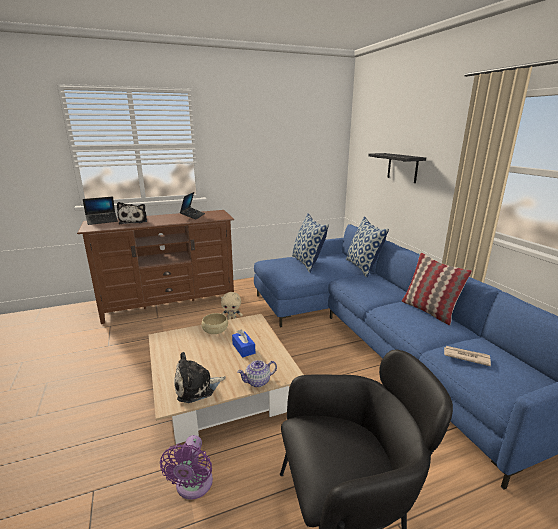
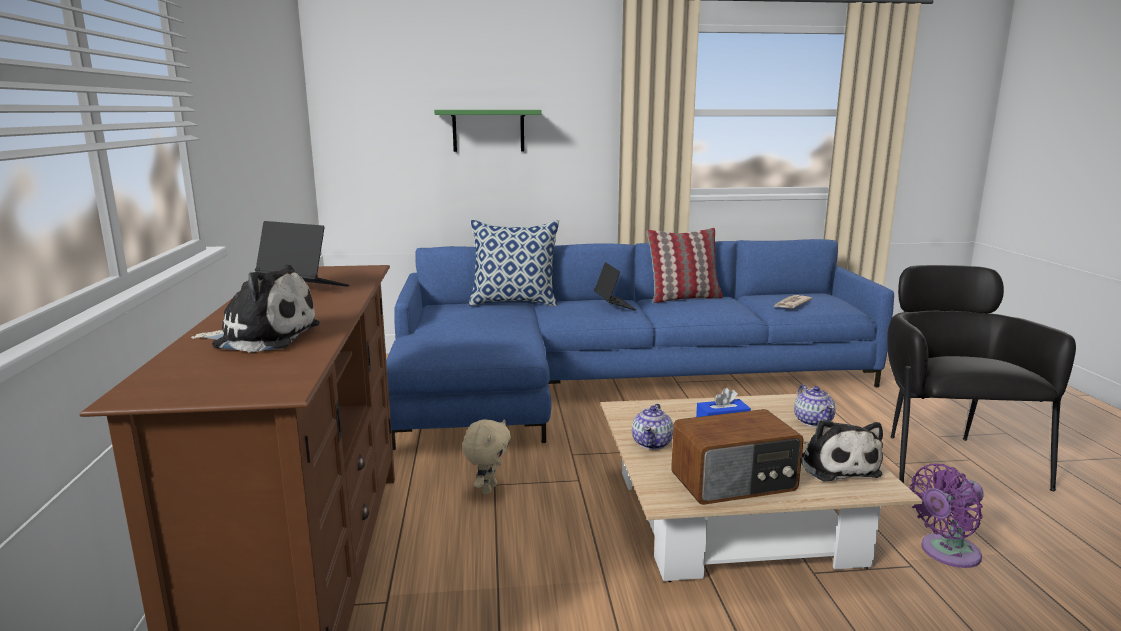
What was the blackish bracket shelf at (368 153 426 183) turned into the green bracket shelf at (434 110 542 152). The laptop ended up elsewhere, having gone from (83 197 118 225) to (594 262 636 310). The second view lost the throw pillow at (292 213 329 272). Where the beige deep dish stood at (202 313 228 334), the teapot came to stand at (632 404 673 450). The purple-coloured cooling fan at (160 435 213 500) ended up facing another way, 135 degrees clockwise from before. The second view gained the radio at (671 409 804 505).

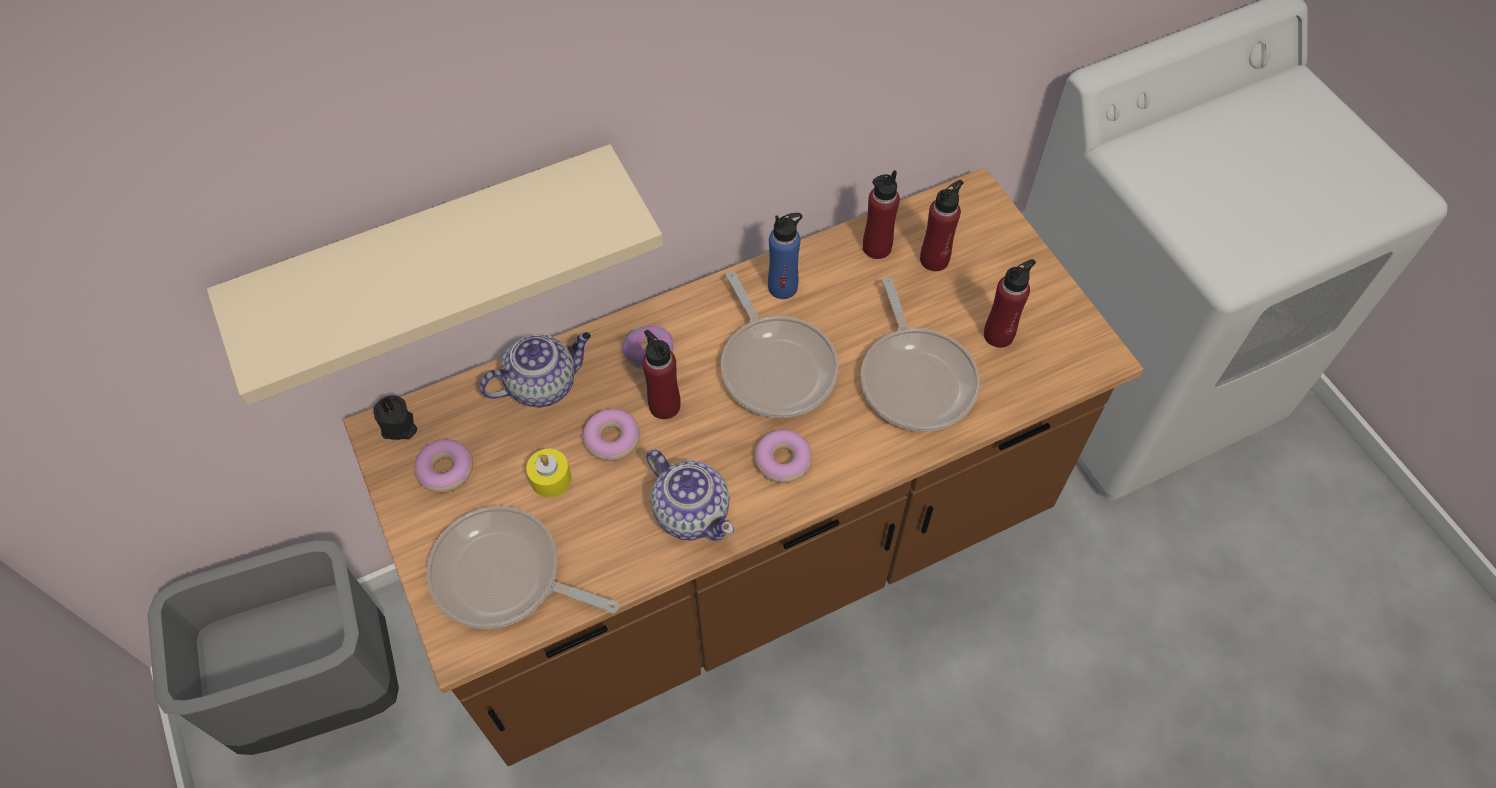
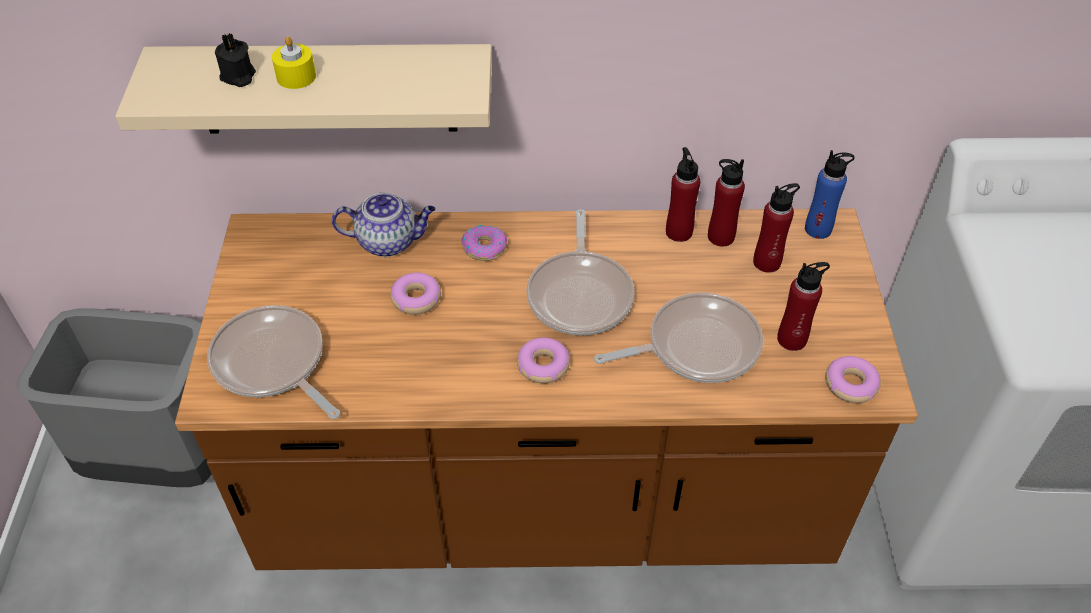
The blue drink bottle ended up elsewhere, having gone from (768 213 803 299) to (805 150 855 239). The frying pan at (861 277 980 432) ended up facing another way, 120 degrees counterclockwise from before. The red drink bottle ended up elsewhere, having gone from (642 330 681 419) to (666 147 700 242). The blackish candle ended up elsewhere, having gone from (373 395 417 440) to (215 33 256 87). The doughnut ended up elsewhere, having gone from (414 439 473 493) to (825 356 881 403). The yellow-coloured candle ended up elsewhere, having gone from (526 449 571 498) to (272 37 316 89). The second view lost the teapot at (646 449 734 541).

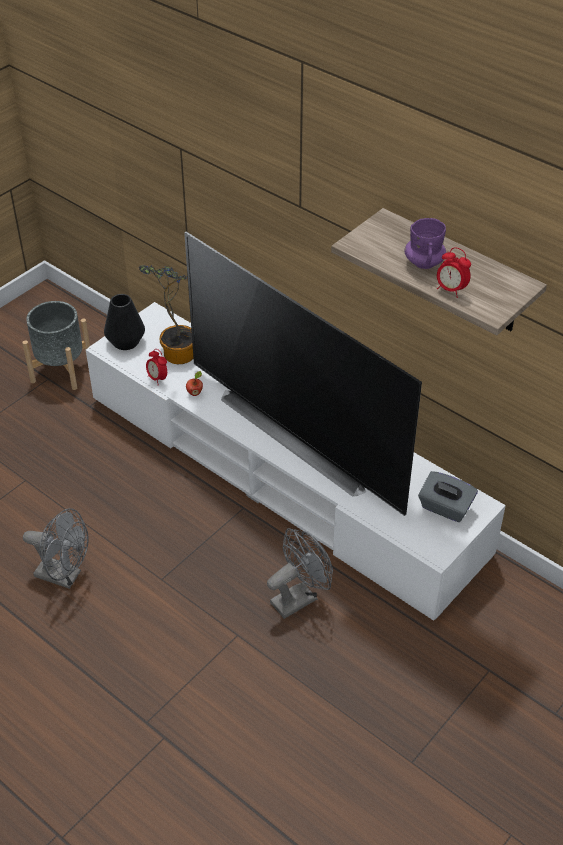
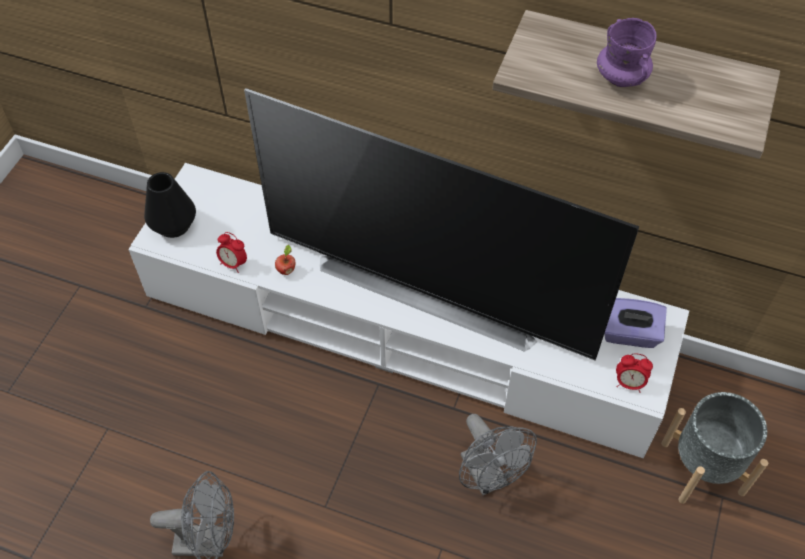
The bedside clock ended up elsewhere, having gone from (437 247 471 298) to (616 353 653 393). The second view lost the plant in a pot at (139 265 194 364). The greyish plant pot ended up elsewhere, having gone from (22 301 90 390) to (661 392 768 504). What was the greyish box of tissues at (418 471 478 522) turned into the purple-coloured box of tissues at (604 298 667 348). The greyish cooling fan at (267 528 333 619) ended up facing another way, 120 degrees clockwise from before.

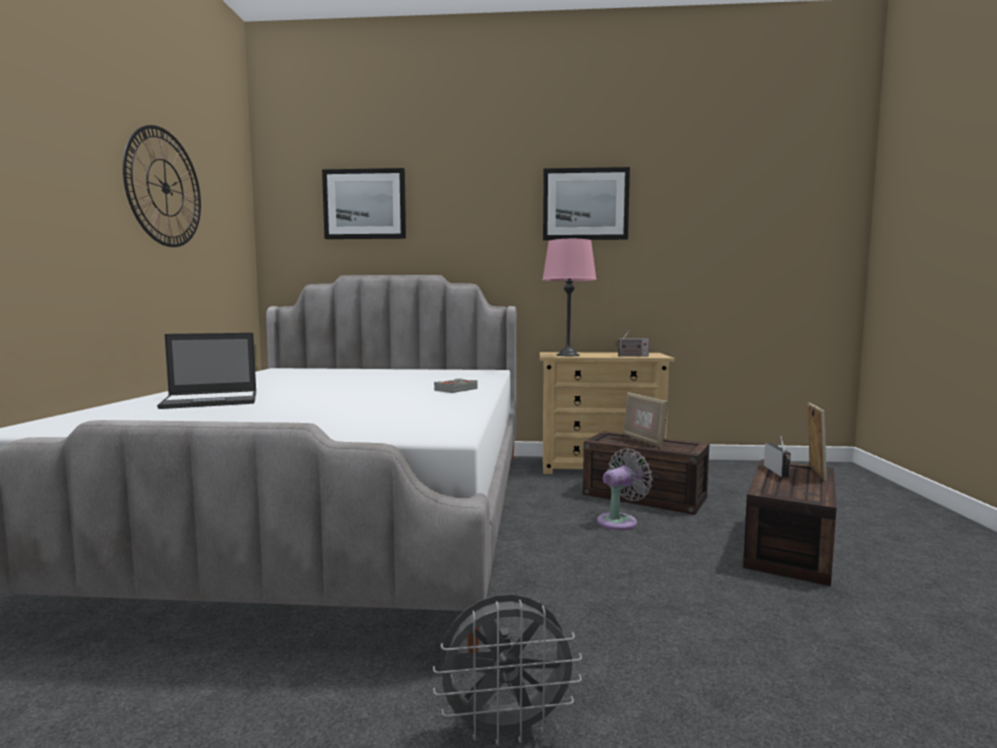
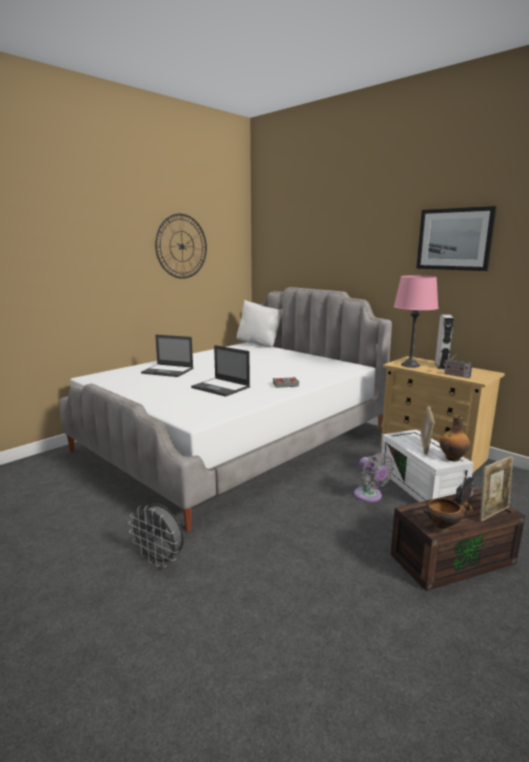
The second view lost the wall art at (322 168 406 239). What was the brownish storage bin at (583 431 709 515) turned into the whitish storage bin at (380 429 474 502). The greyish cooling fan at (597 448 653 530) ended up facing another way, 60 degrees clockwise from before. The second view gained the whitish throw pillow at (237 300 282 347). The second view gained the greyish speaker at (435 314 454 369). The second view gained the laptop at (191 345 250 397). The second view gained the drink bottle at (440 415 470 462). The second view gained the deep dish at (423 498 473 532).

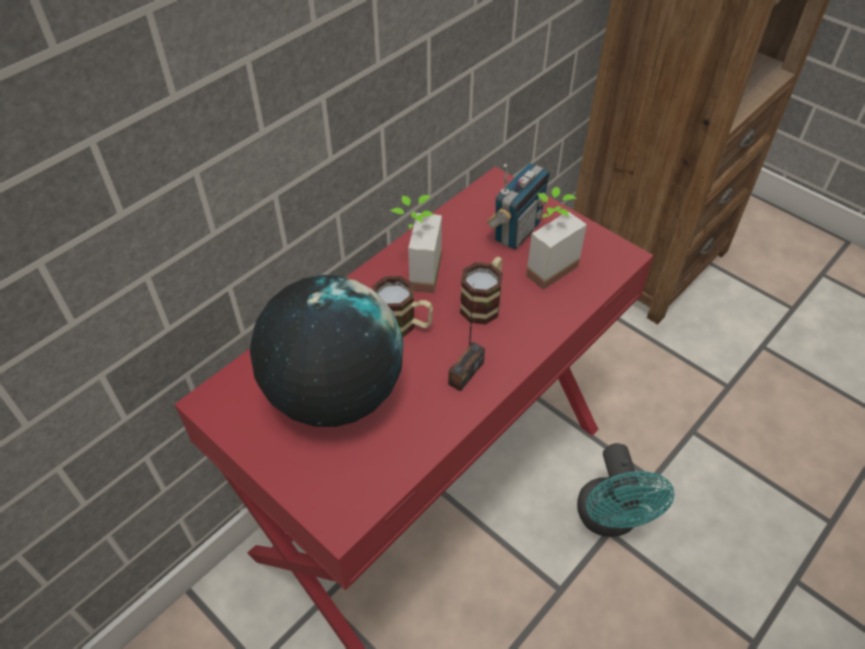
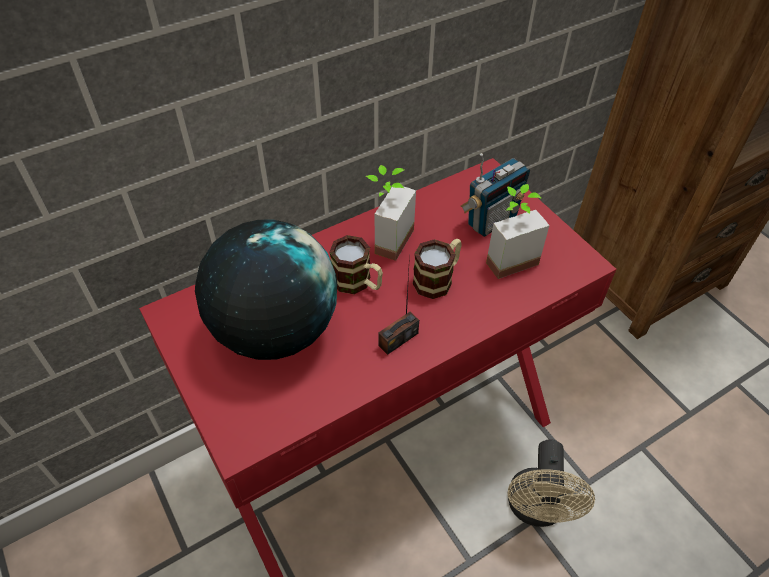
What was the turquoise cooling fan at (577 443 674 537) turned into the beige cooling fan at (508 439 595 527).

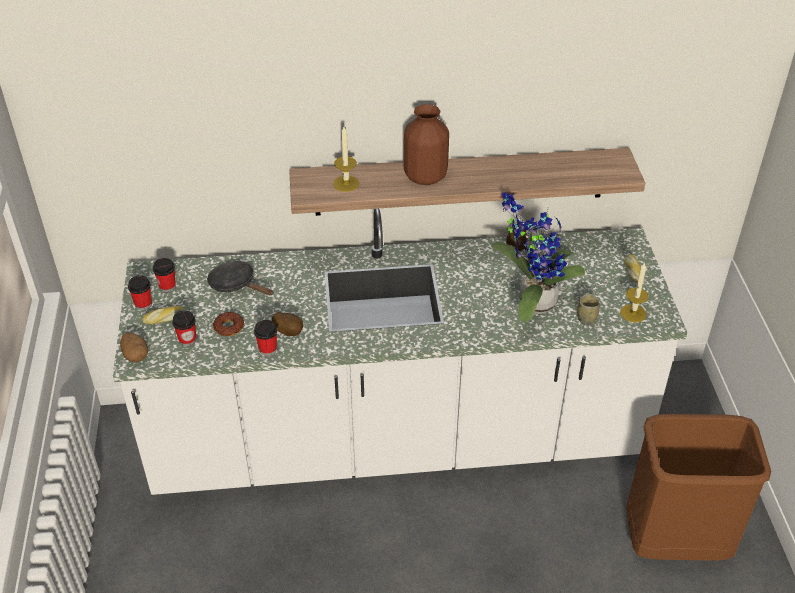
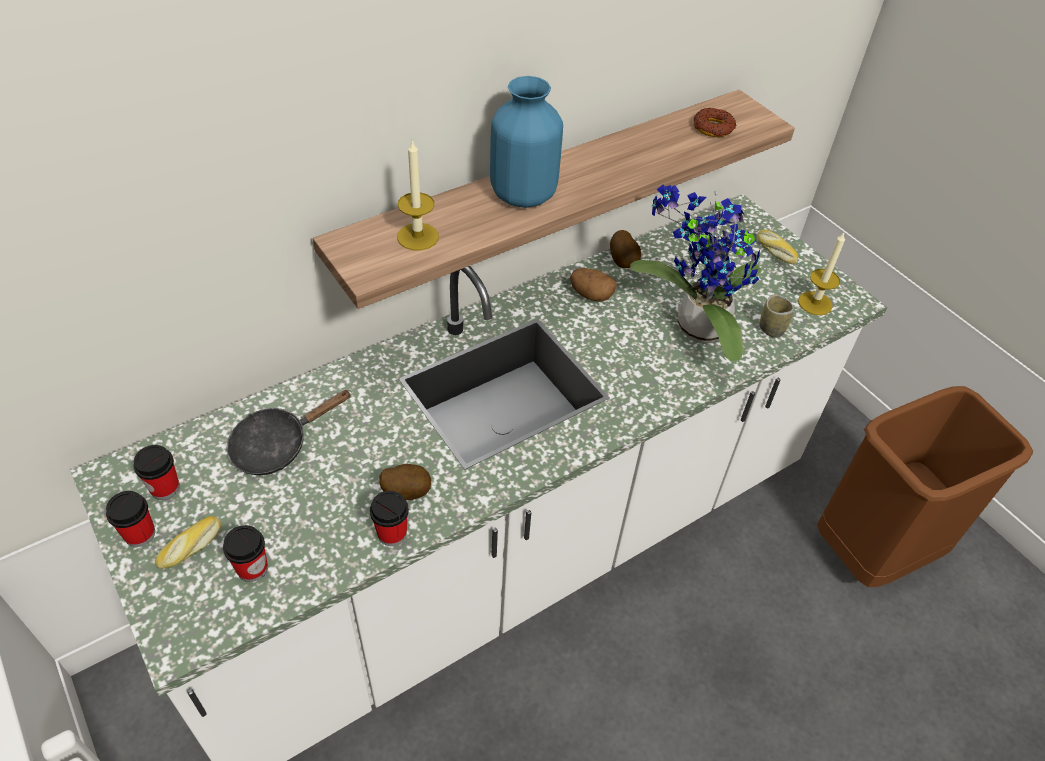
What was the brownish flower vase at (404 104 449 185) turned into the blue flower vase at (490 76 563 208). The blackish frying pan at (207 261 274 296) ended up facing another way, 45 degrees counterclockwise from before. The doughnut ended up elsewhere, having gone from (213 312 244 336) to (693 108 736 137). The potato ended up elsewhere, having gone from (120 333 148 362) to (570 268 617 302).

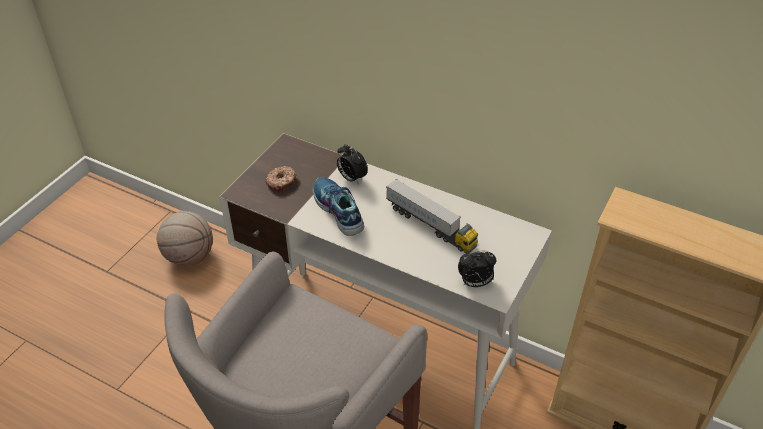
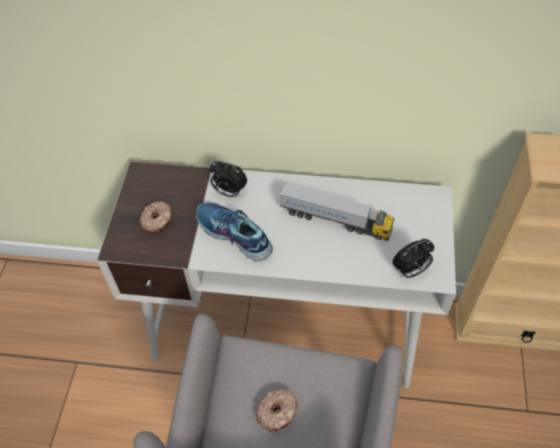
The second view lost the basketball at (157 211 213 266). The second view gained the doughnut at (256 388 298 432).

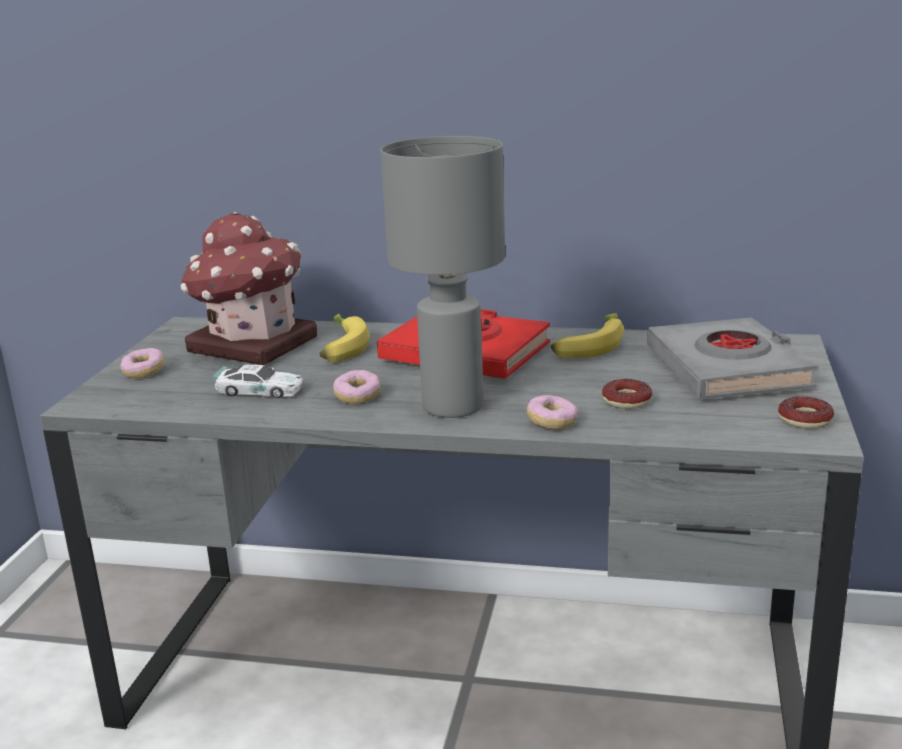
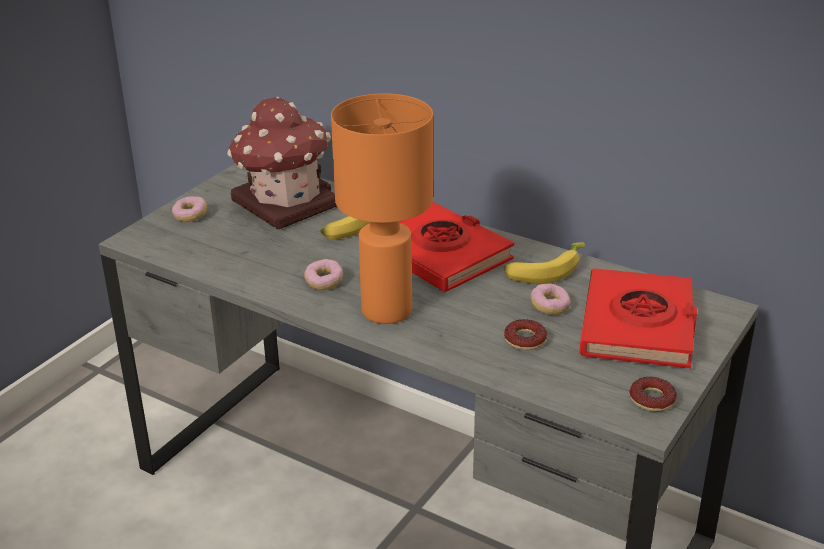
What was the greyish lamp for a table at (380 136 505 418) turned into the orange lamp for a table at (331 93 433 324). What was the greyish bound book at (647 317 819 399) turned into the red bound book at (579 268 697 368). The second view lost the miniature car at (212 365 303 398). The doughnut ended up elsewhere, having gone from (527 395 578 429) to (531 283 571 315).

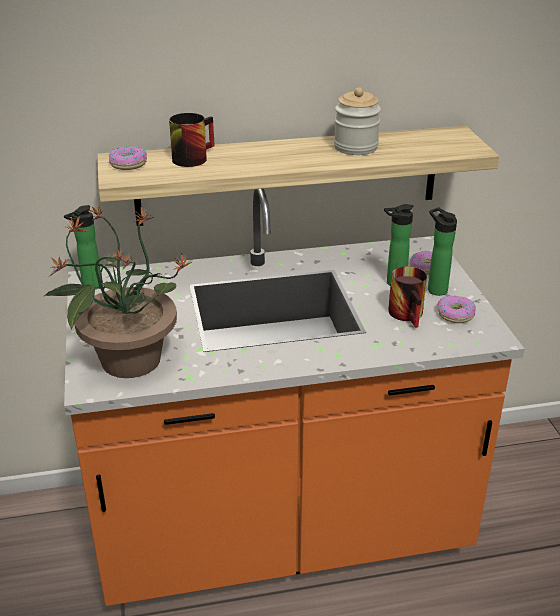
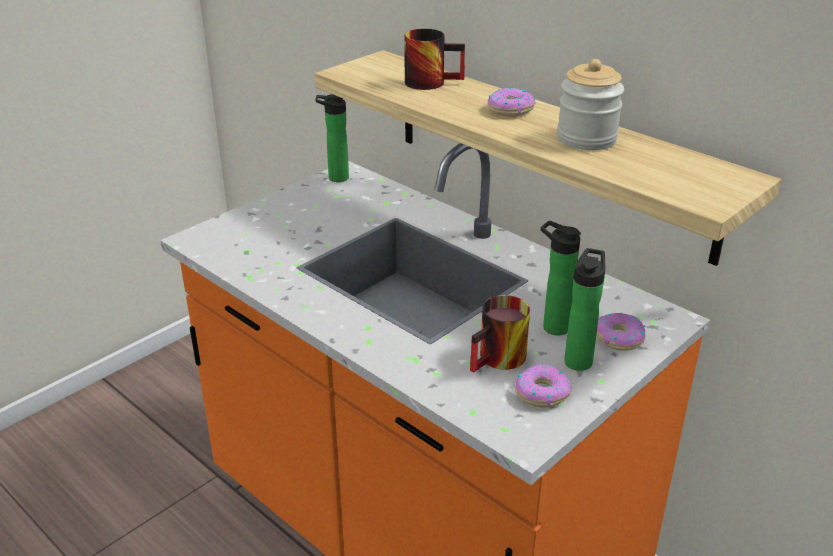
The doughnut ended up elsewhere, having gone from (109 146 147 170) to (487 88 536 117). The second view lost the plant in a pot at (44 205 192 378).

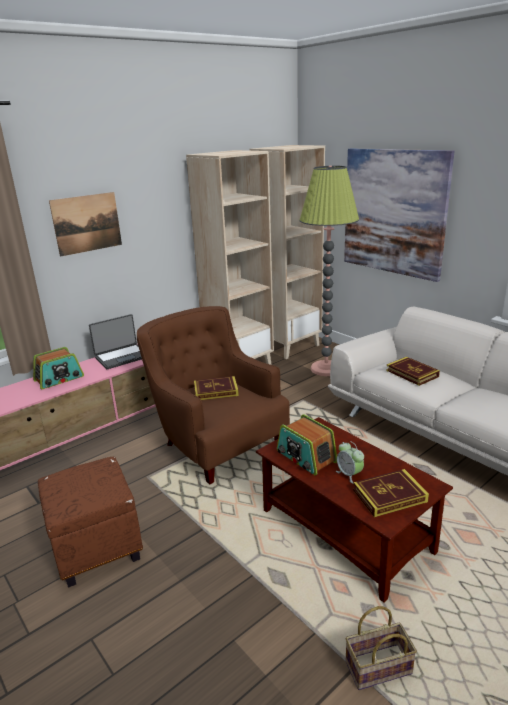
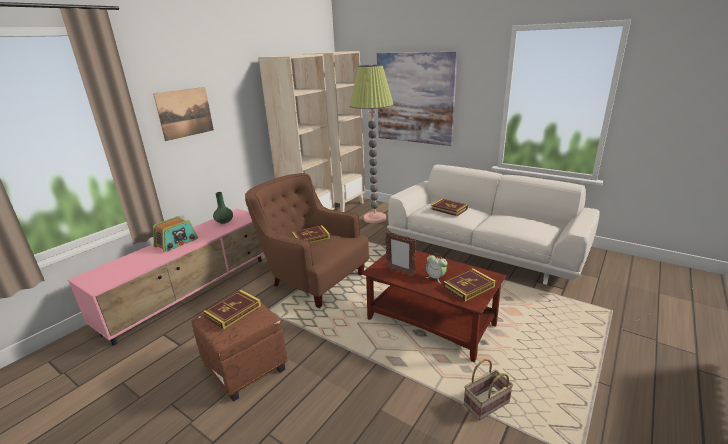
Where the laptop stood at (89 314 142 369), the green flower vase came to stand at (213 192 233 224). Where the radio stood at (277 414 337 476), the photo frame came to stand at (385 232 416 276). The second view gained the bound book at (203 290 261 330).

